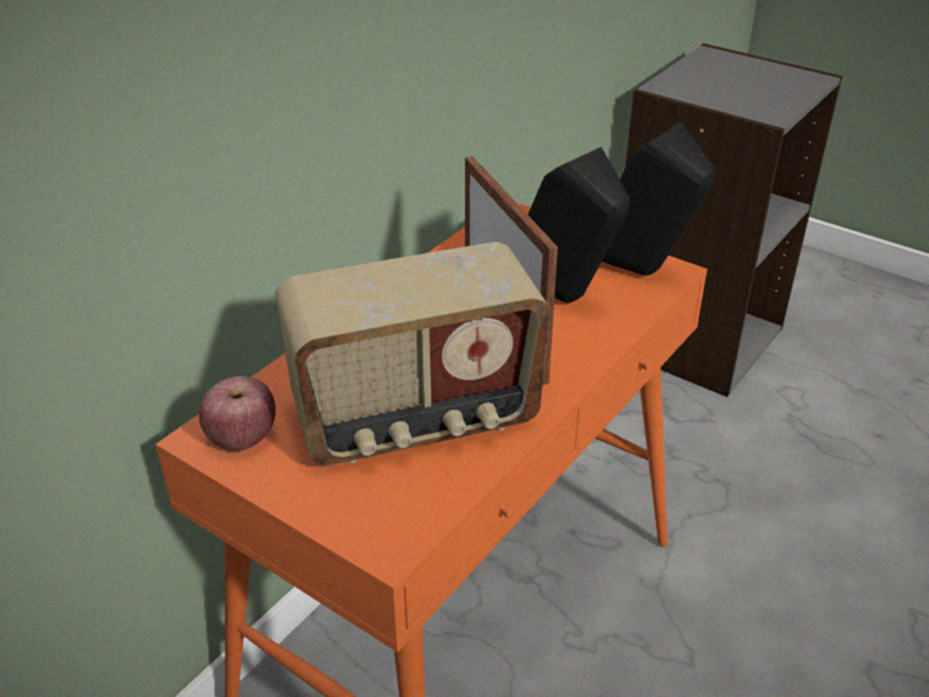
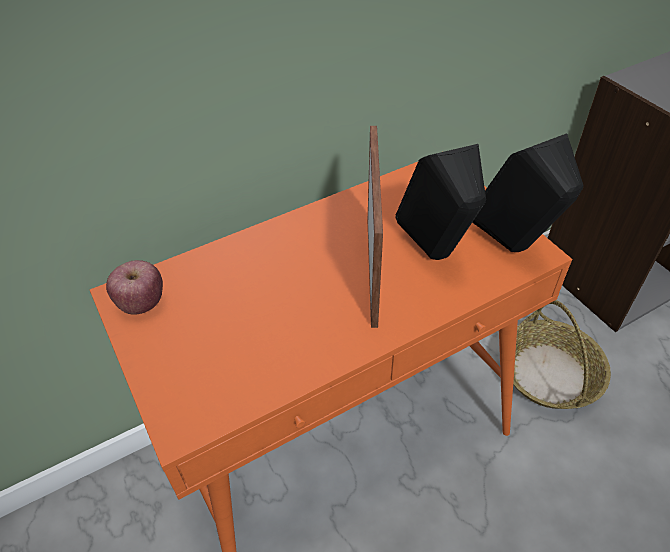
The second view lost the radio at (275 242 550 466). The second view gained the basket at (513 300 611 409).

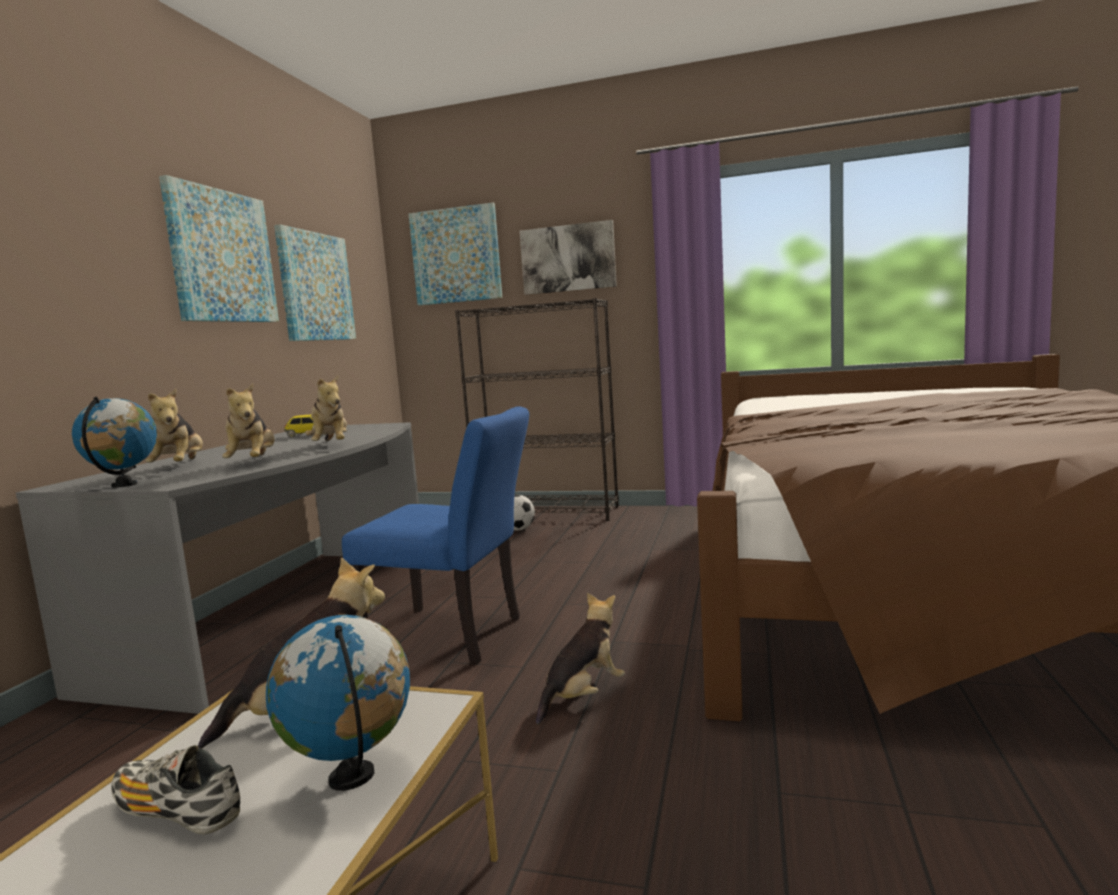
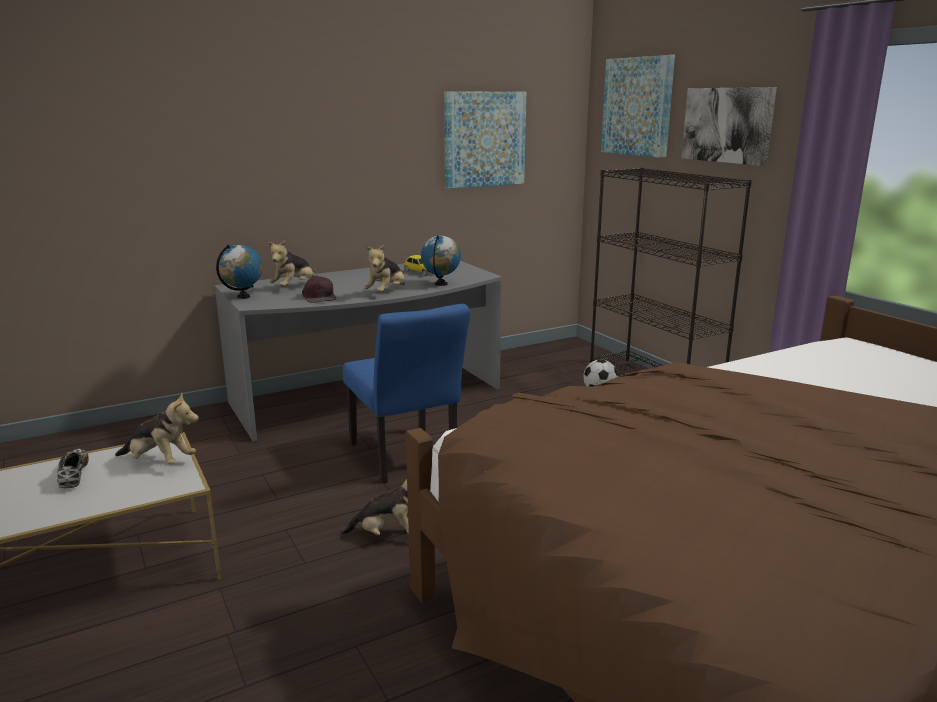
The second view lost the wall art at (159 175 279 322). Where the plush toy stood at (222 384 275 458), the brownish baseball cap came to stand at (302 276 336 303). The globe ended up elsewhere, having gone from (266 615 410 791) to (421 235 461 286).

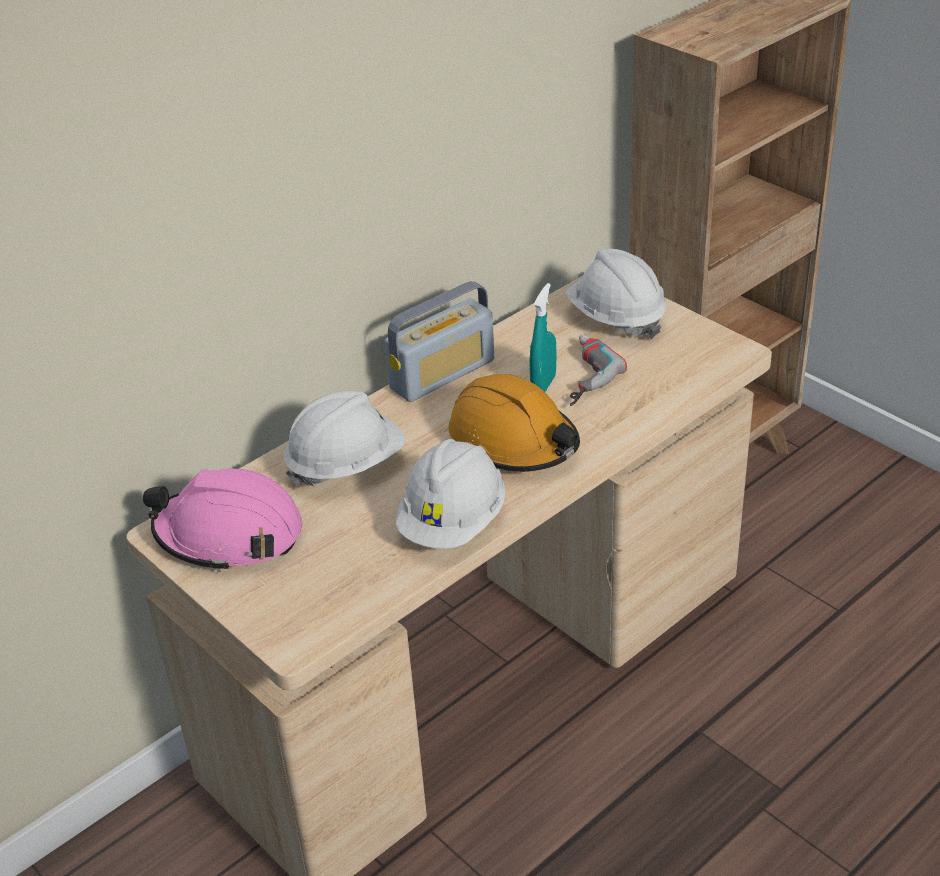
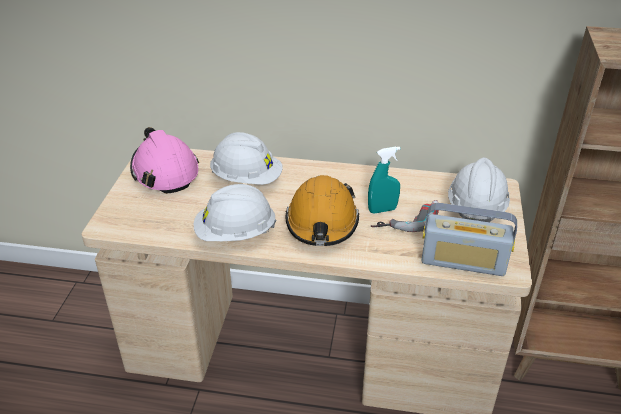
The radio ended up elsewhere, having gone from (385 281 494 402) to (422 203 517 276).

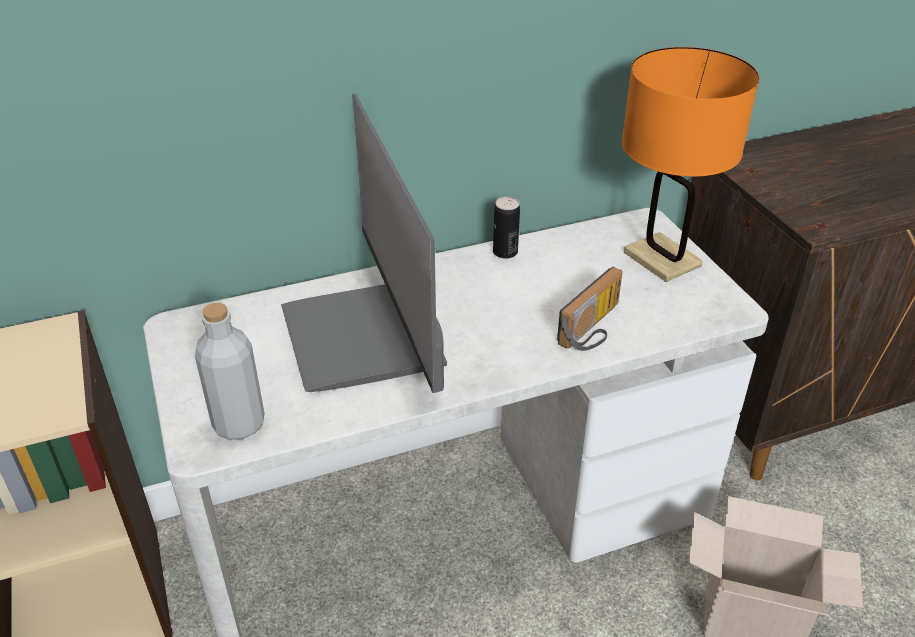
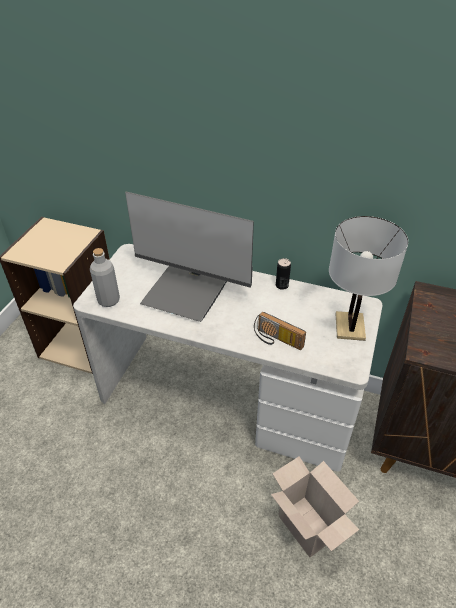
What was the orange lamp for a table at (622 47 759 282) turned into the whitish lamp for a table at (329 216 408 341). The monitor at (281 94 447 393) ended up facing another way, 90 degrees counterclockwise from before. The radio at (557 267 623 351) ended up facing another way, 45 degrees clockwise from before.

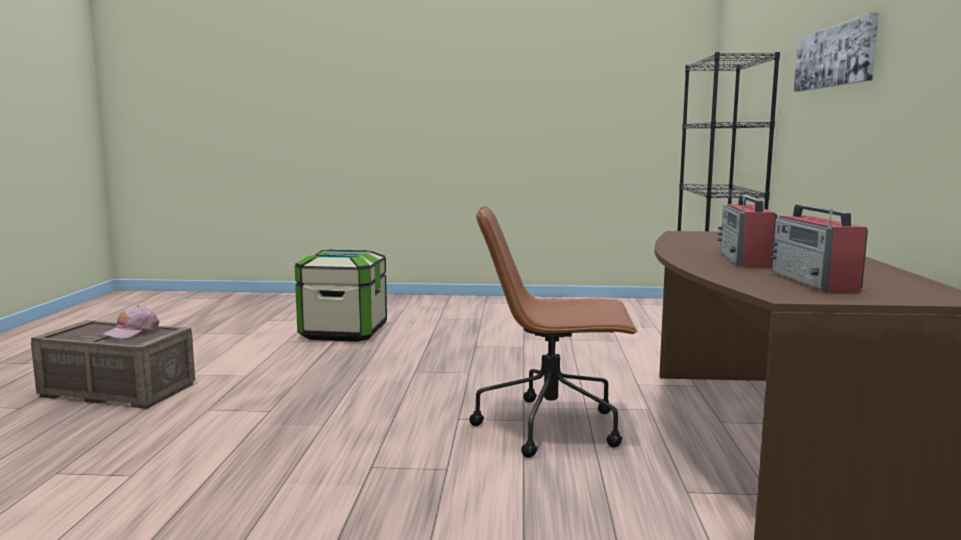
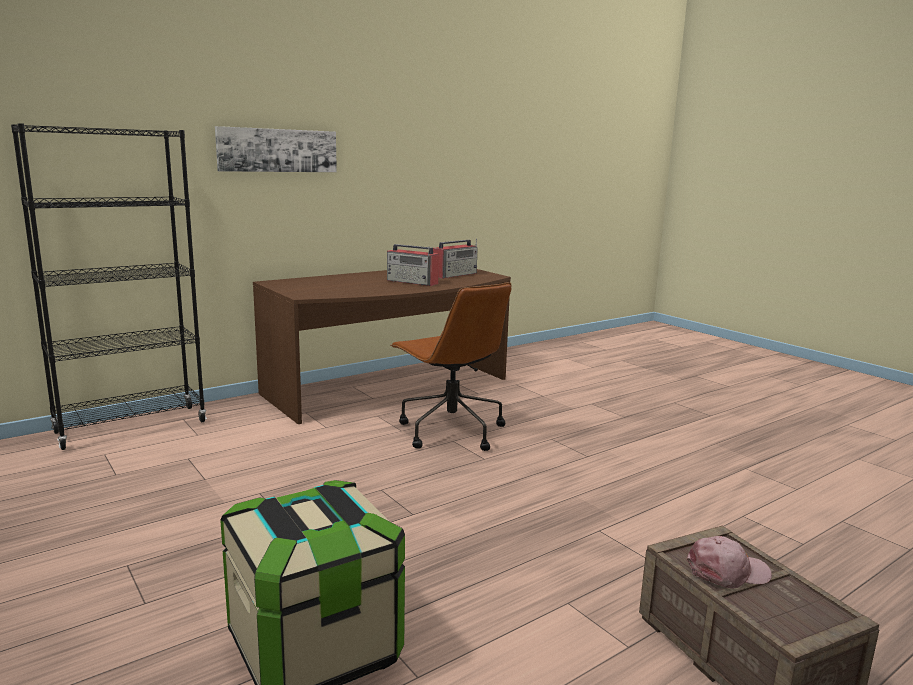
The radio at (717 195 778 268) ended up facing another way, 60 degrees clockwise from before.

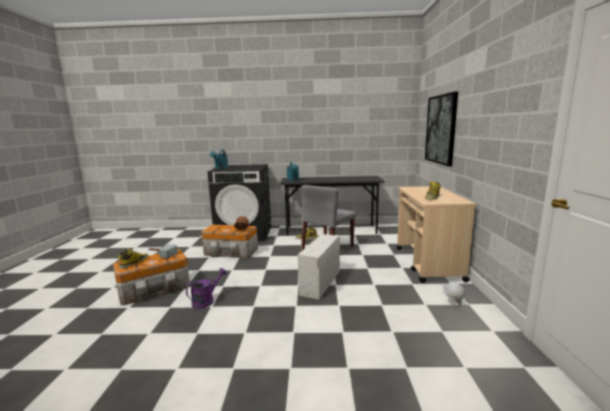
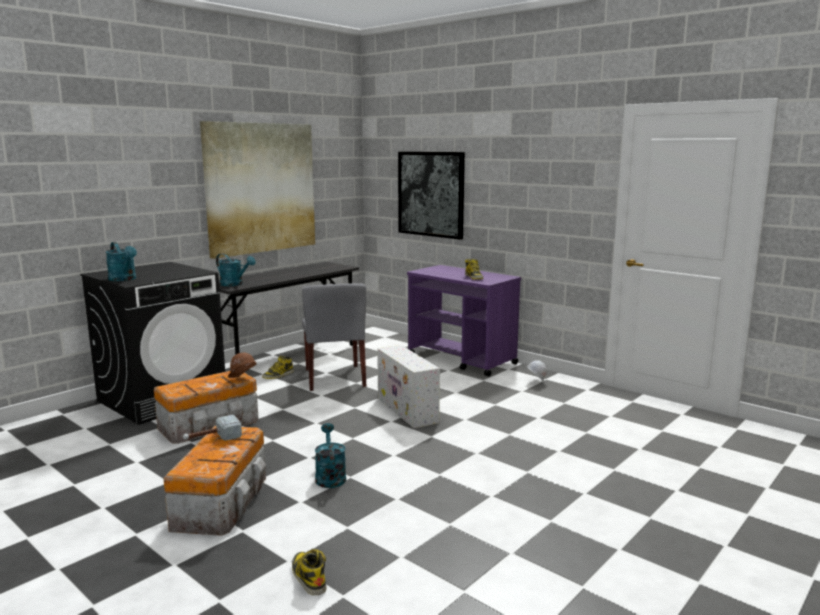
What was the beige cart at (396 186 476 283) turned into the purple-coloured cart at (407 265 521 377). The high-top boot ended up elsewhere, having gone from (118 249 149 269) to (292 549 327 595). What was the purple-coloured sprinkling can at (186 268 227 309) turned into the turquoise sprinkling can at (315 423 346 488). The second view gained the wall art at (200 121 315 259).

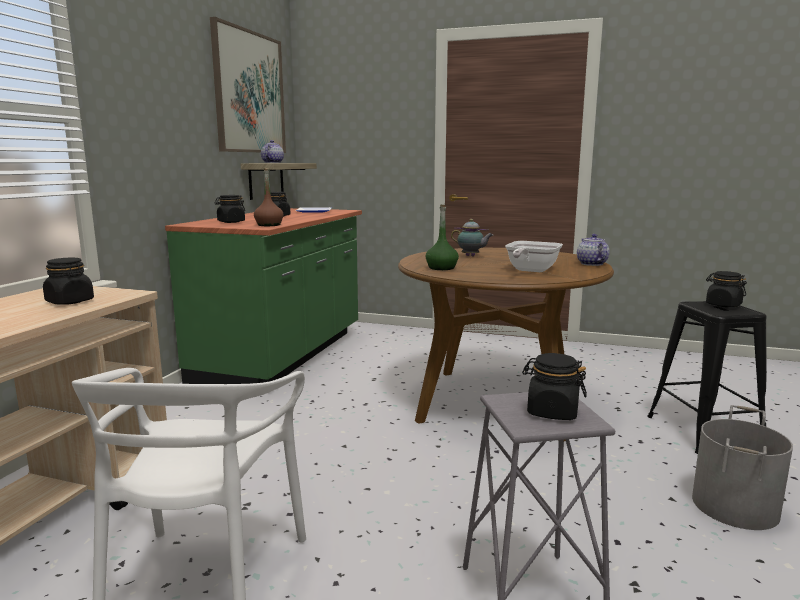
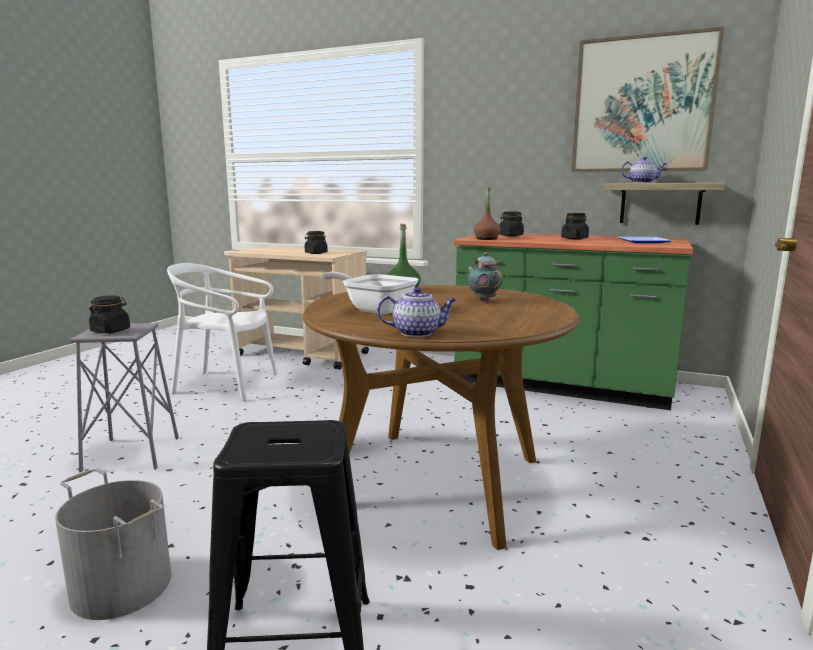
The teapot at (451 219 493 257) ended up facing another way, 120 degrees clockwise from before. The second view lost the blackish storage jar at (706 271 747 307).

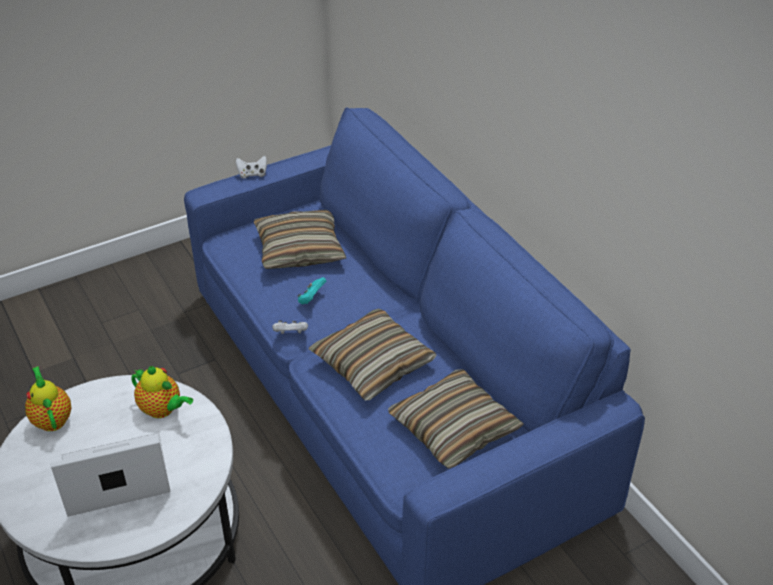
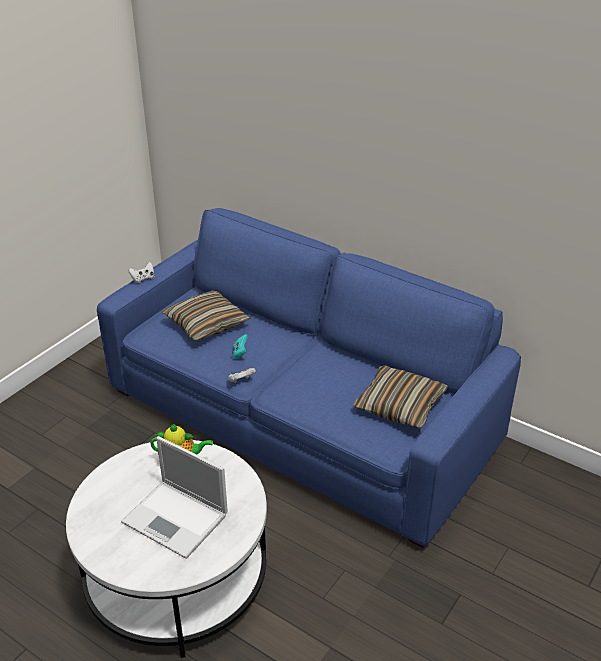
The second view lost the throw pillow at (309 308 437 400). The second view lost the teapot at (25 366 71 431). The laptop at (50 433 170 517) ended up facing another way, 105 degrees counterclockwise from before.

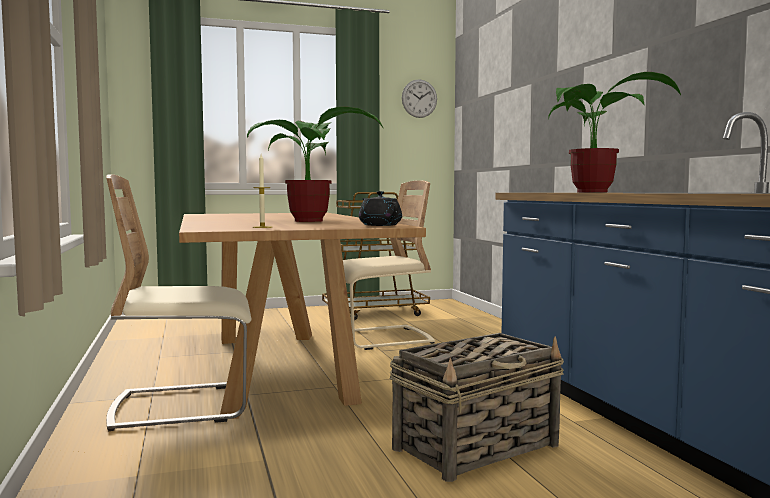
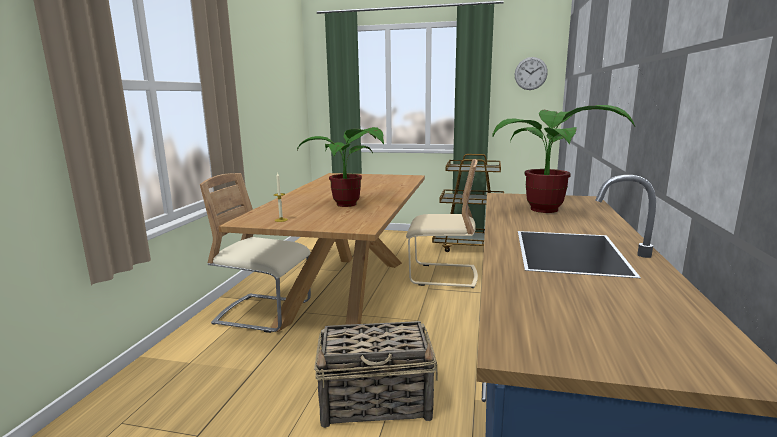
The second view lost the blackish teapot at (359 191 402 226).

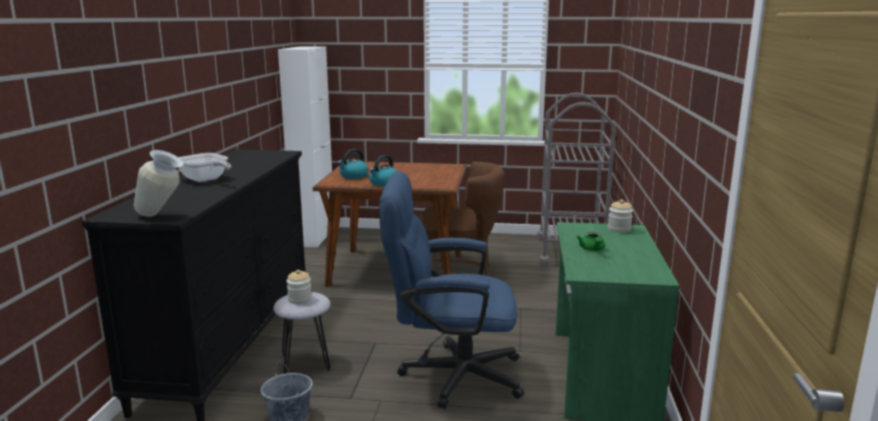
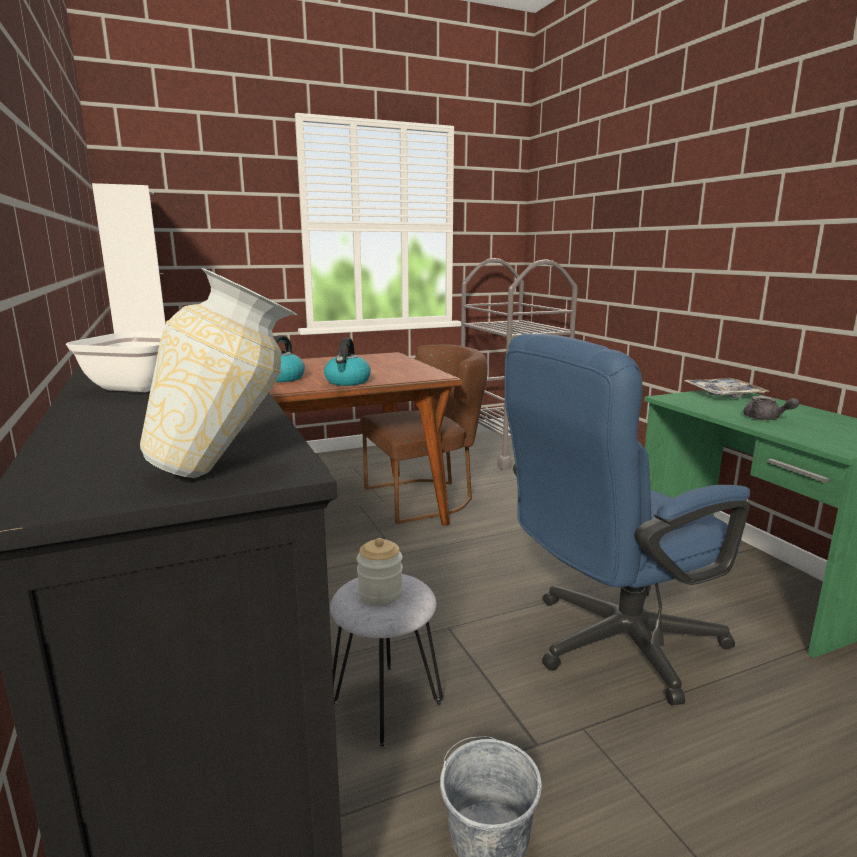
Where the storage jar stood at (608 199 633 233), the serving tray came to stand at (684 378 768 398). What was the green teapot at (577 232 605 251) turned into the greyish teapot at (743 396 799 420).

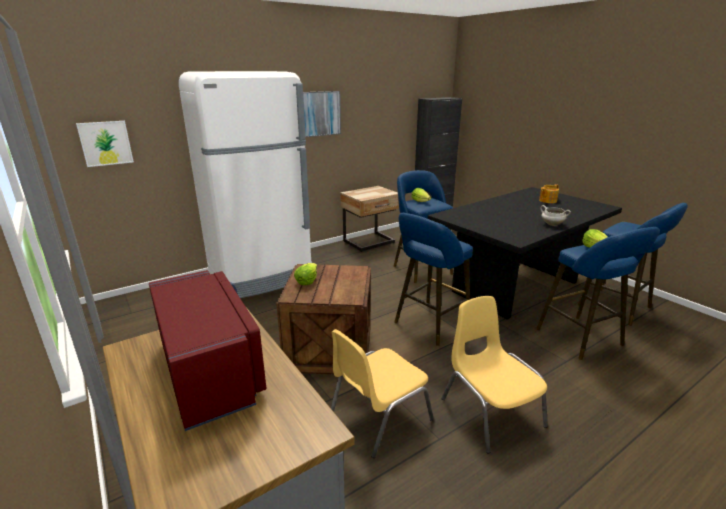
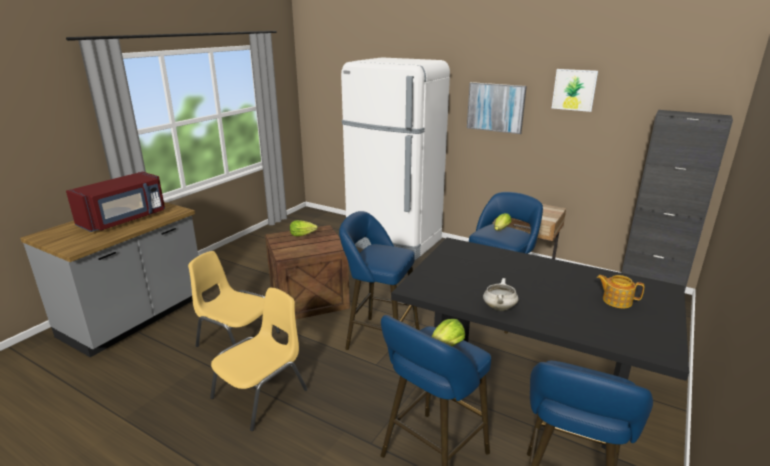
The wall art ended up elsewhere, having gone from (76 121 134 167) to (552 69 598 112).

